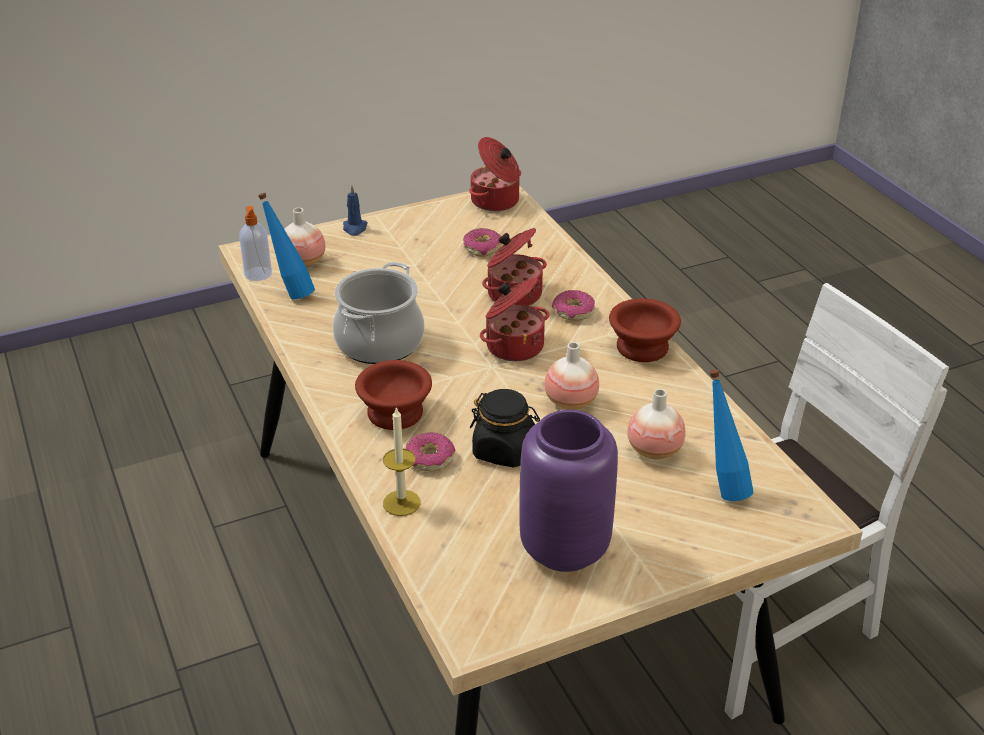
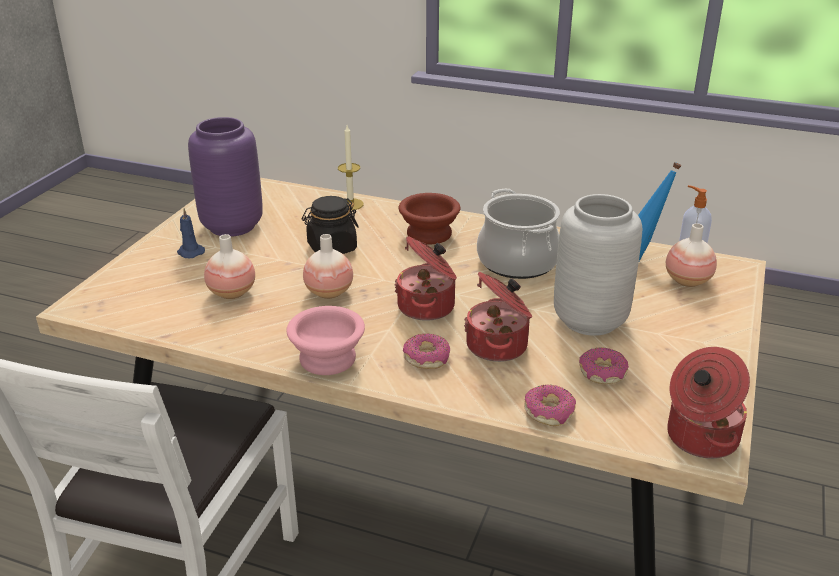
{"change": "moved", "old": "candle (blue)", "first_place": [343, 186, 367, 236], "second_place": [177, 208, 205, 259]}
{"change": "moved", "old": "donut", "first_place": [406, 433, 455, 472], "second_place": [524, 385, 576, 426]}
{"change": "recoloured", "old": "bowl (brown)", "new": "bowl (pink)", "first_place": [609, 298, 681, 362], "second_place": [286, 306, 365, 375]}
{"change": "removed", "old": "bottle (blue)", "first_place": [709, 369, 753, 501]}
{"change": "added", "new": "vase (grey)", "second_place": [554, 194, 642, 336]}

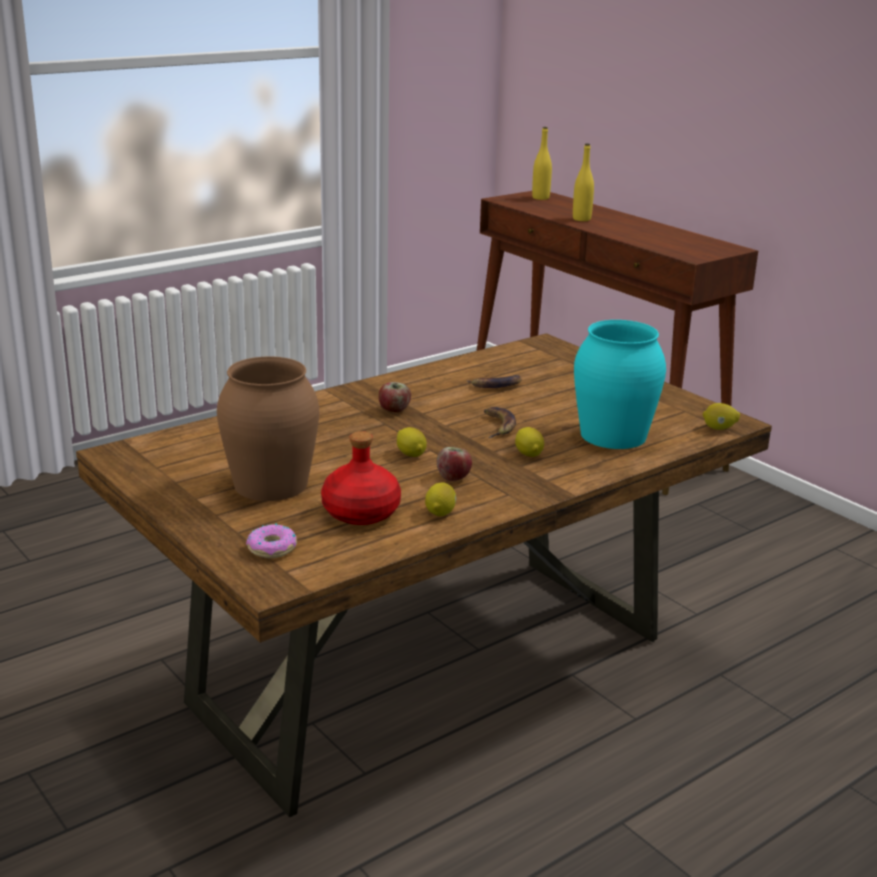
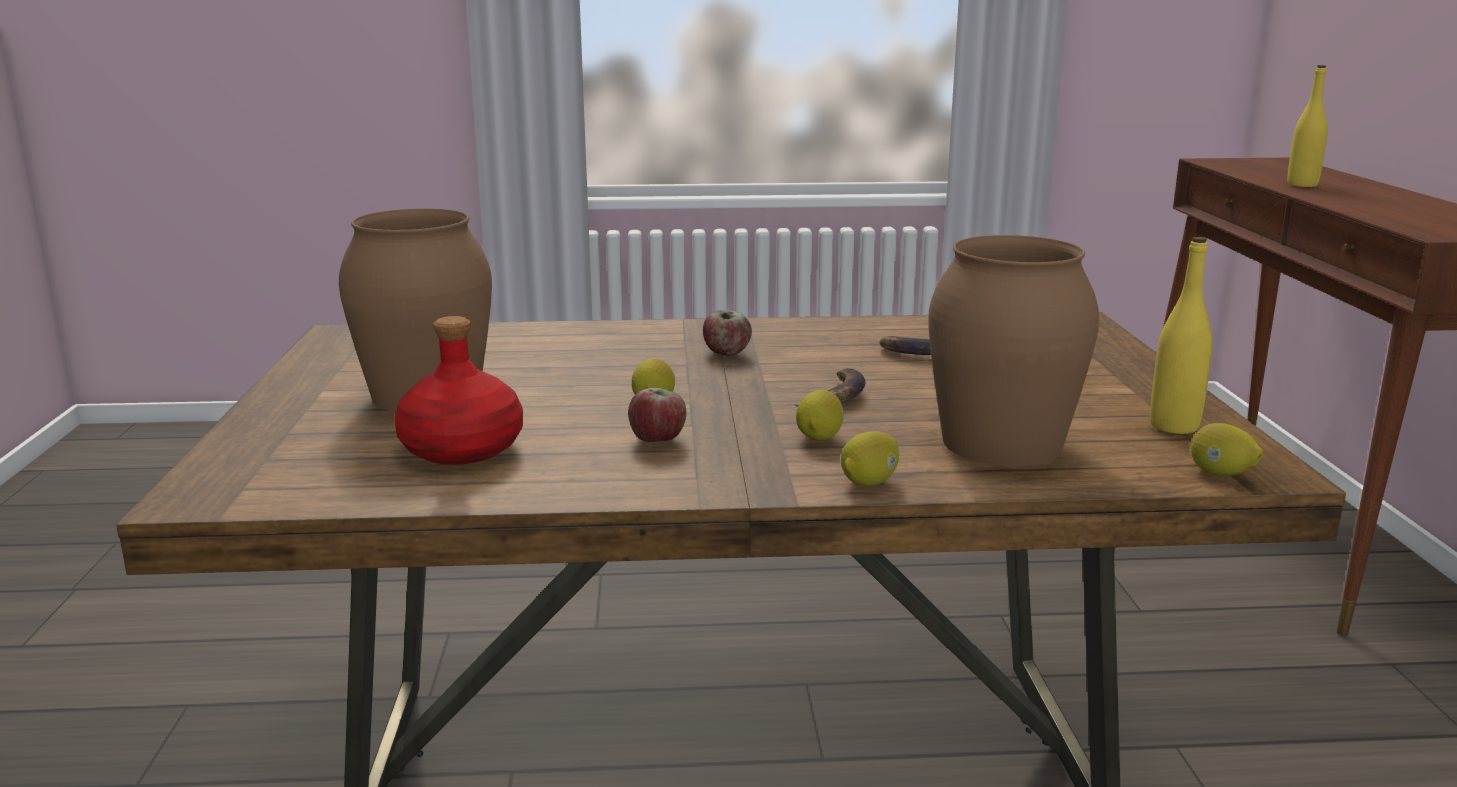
{"change": "removed", "old": "donut", "first_place": [246, 523, 297, 558]}
{"change": "moved", "old": "lemon", "first_place": [425, 483, 456, 516], "second_place": [841, 431, 899, 486]}
{"change": "moved", "old": "bottle (yellow)", "first_place": [532, 127, 552, 200], "second_place": [1150, 237, 1212, 434]}
{"change": "recoloured", "old": "vase (turquoise)", "new": "vase (brown)", "first_place": [574, 320, 666, 449], "second_place": [928, 235, 1099, 466]}

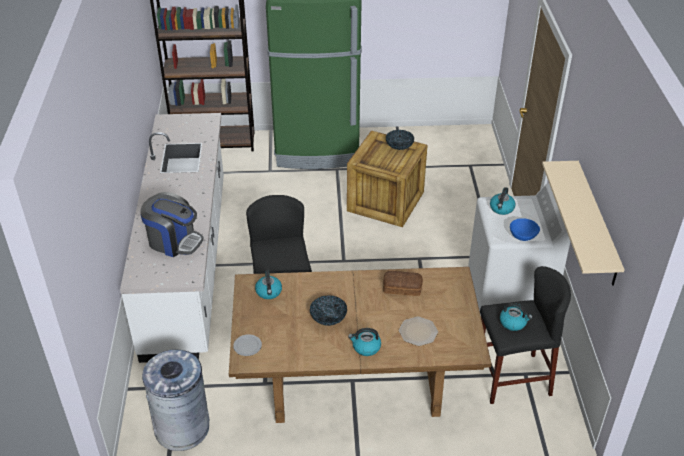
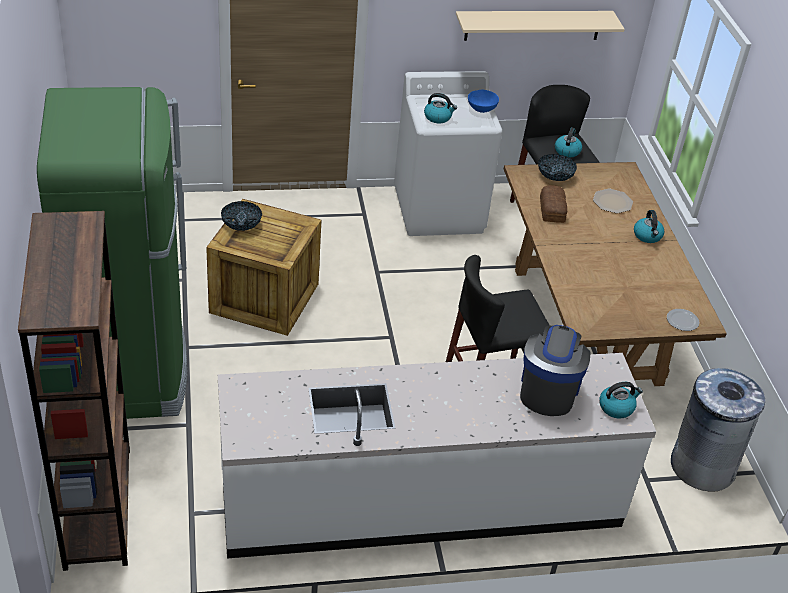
{"change": "moved", "old": "kettle", "first_place": [255, 270, 282, 299], "second_place": [599, 382, 643, 419]}
{"change": "moved", "old": "bowl", "first_place": [310, 295, 347, 326], "second_place": [538, 154, 577, 181]}

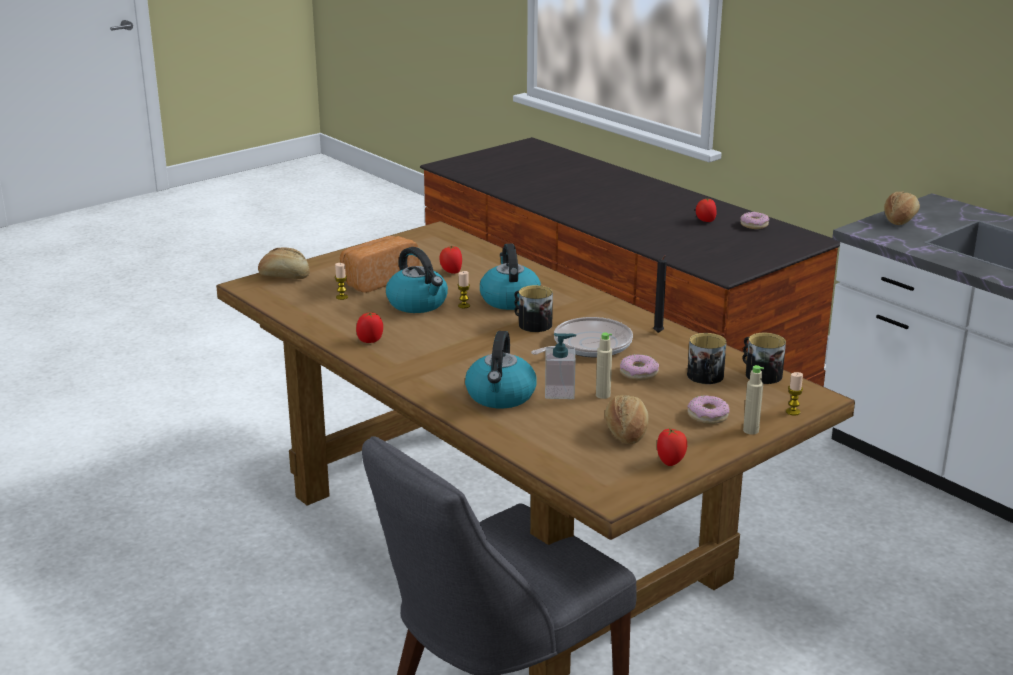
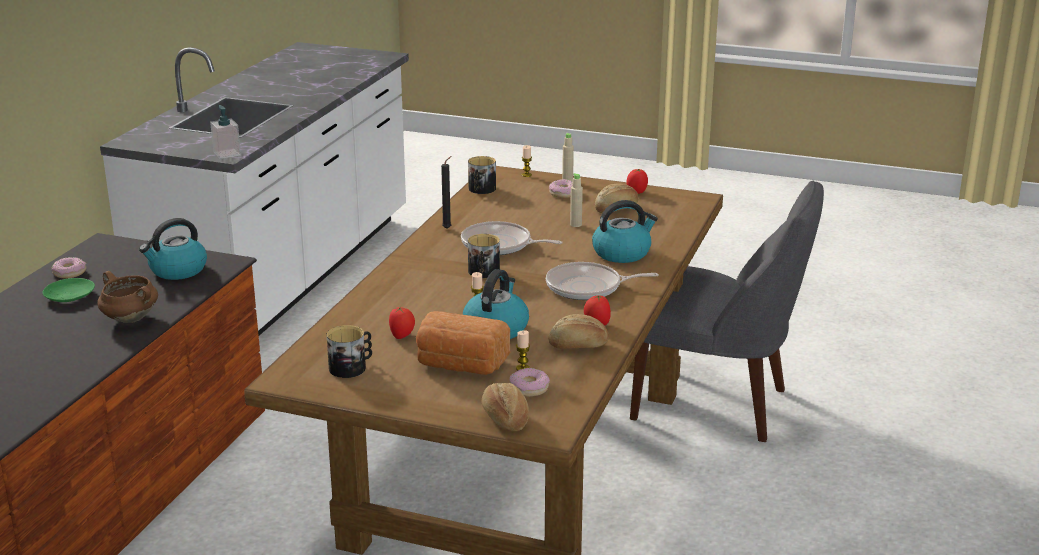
{"change": "moved", "old": "kettle", "first_place": [480, 244, 541, 310], "second_place": [139, 218, 207, 280]}
{"change": "moved", "old": "soap dispenser", "first_place": [545, 333, 576, 399], "second_place": [210, 105, 241, 159]}
{"change": "moved", "old": "donut", "first_place": [620, 354, 659, 380], "second_place": [509, 368, 550, 397]}
{"change": "moved", "old": "mug", "first_place": [687, 333, 727, 384], "second_place": [327, 325, 372, 378]}
{"change": "replaced", "old": "tomato", "new": "plate (green)", "first_place": [696, 198, 717, 222], "second_place": [42, 278, 95, 302]}
{"change": "moved", "old": "bread", "first_place": [884, 192, 920, 225], "second_place": [548, 314, 609, 349]}
{"change": "added", "new": "cooking pot (brown)", "second_place": [98, 271, 158, 323]}
{"change": "added", "new": "frying pan", "second_place": [546, 262, 659, 300]}

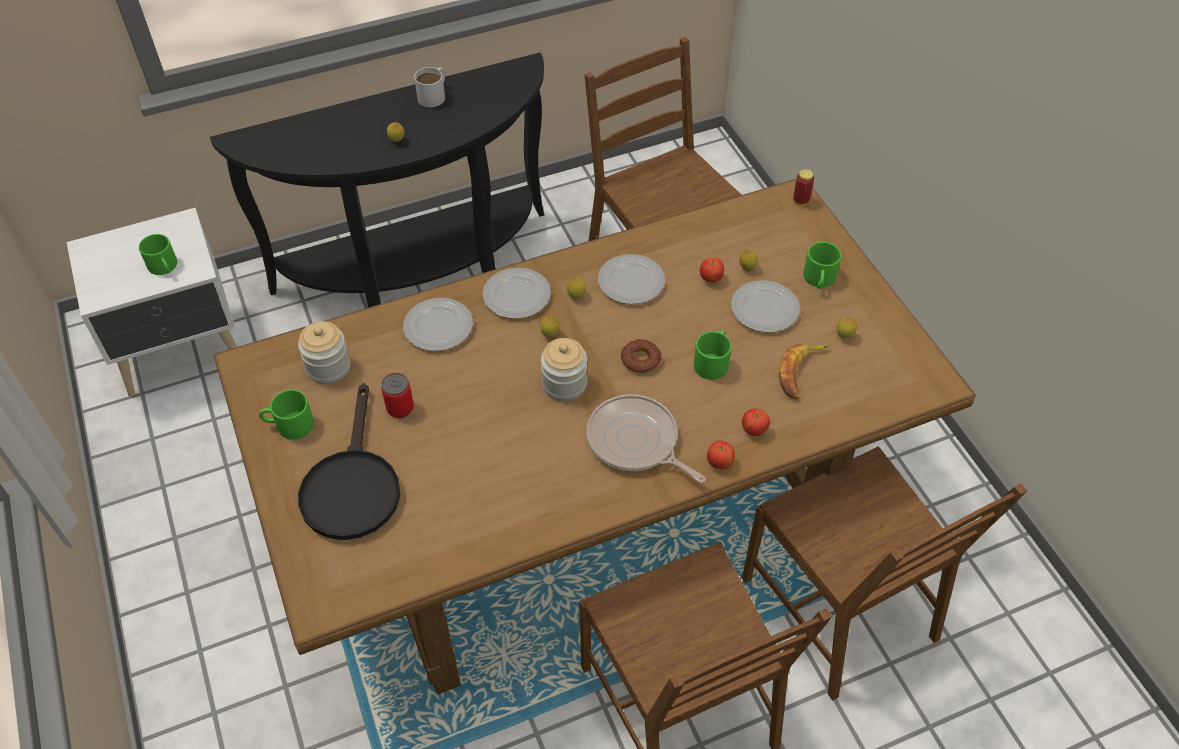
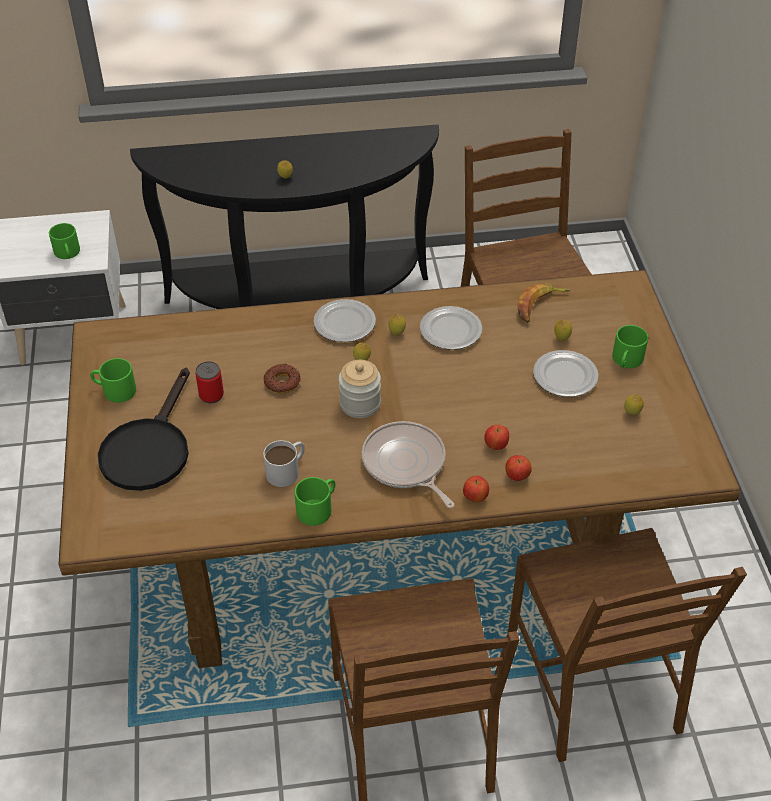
{"change": "removed", "old": "jar", "first_place": [298, 321, 350, 384]}
{"change": "removed", "old": "plate", "first_place": [403, 298, 473, 351]}
{"change": "moved", "old": "mug (white)", "first_place": [414, 67, 445, 107], "second_place": [263, 440, 305, 487]}
{"change": "moved", "old": "donut", "first_place": [621, 339, 662, 373], "second_place": [264, 364, 301, 393]}
{"change": "moved", "old": "mug (green)", "first_place": [694, 330, 732, 380], "second_place": [295, 477, 335, 526]}
{"change": "moved", "old": "apple", "first_place": [700, 258, 724, 283], "second_place": [484, 425, 509, 450]}
{"change": "moved", "old": "banana", "first_place": [779, 343, 828, 399], "second_place": [518, 283, 570, 323]}
{"change": "removed", "old": "can", "first_place": [793, 169, 814, 205]}

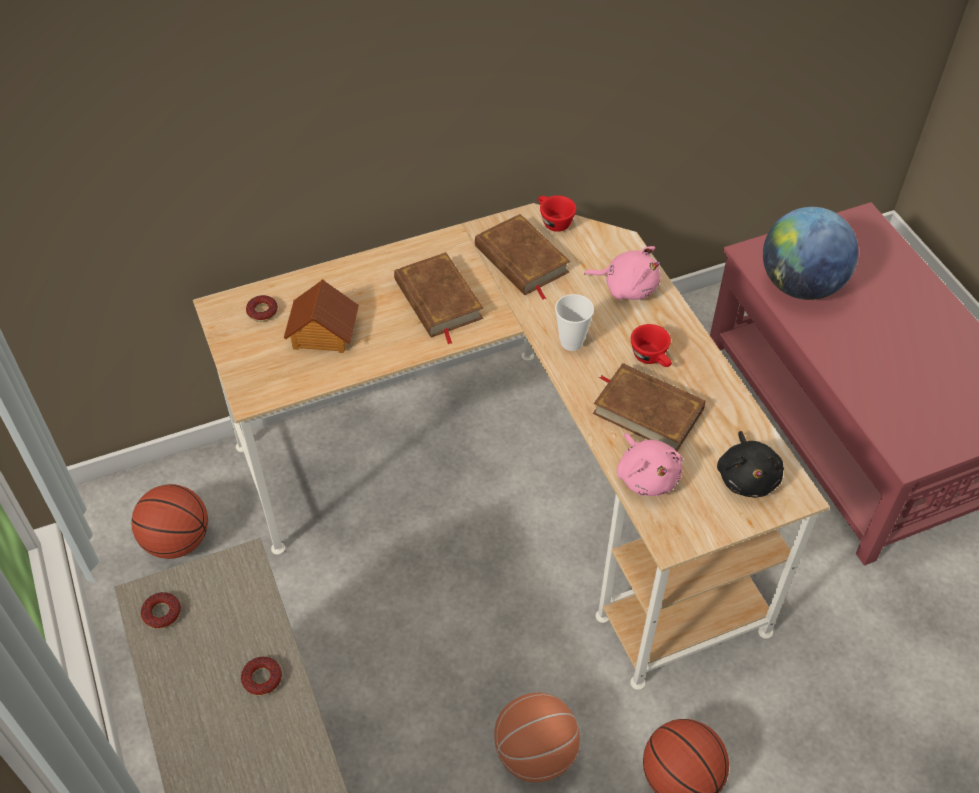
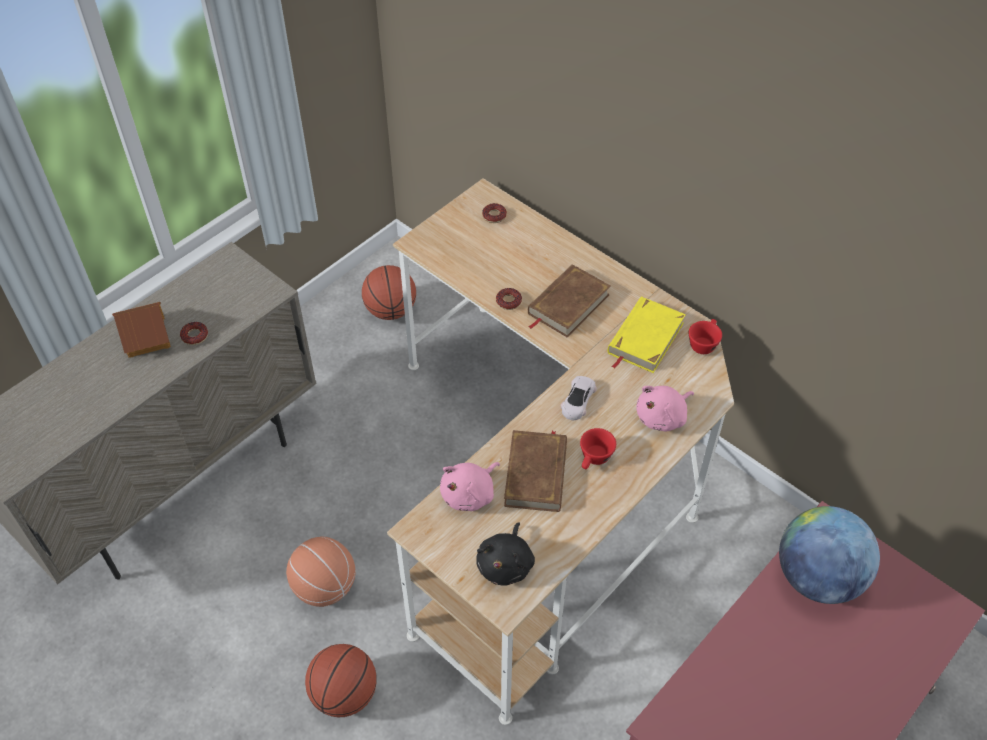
{"change": "moved", "old": "donut", "first_place": [141, 592, 181, 629], "second_place": [496, 288, 522, 310]}
{"change": "moved", "old": "toy house", "first_place": [284, 279, 359, 353], "second_place": [112, 302, 171, 358]}
{"change": "recoloured", "old": "book (brown)", "new": "book (yellow)", "first_place": [475, 214, 570, 300], "second_place": [608, 296, 686, 373]}
{"change": "replaced", "old": "cup", "new": "toy car (white)", "first_place": [555, 294, 594, 351], "second_place": [561, 376, 597, 420]}
{"change": "turned", "old": "plush toy (pink)", "first_place": [584, 246, 660, 300], "second_place": [636, 386, 694, 431], "degrees": 60}
{"change": "turned", "old": "plush toy (black)", "first_place": [717, 431, 784, 498], "second_place": [476, 522, 535, 586], "degrees": -45}

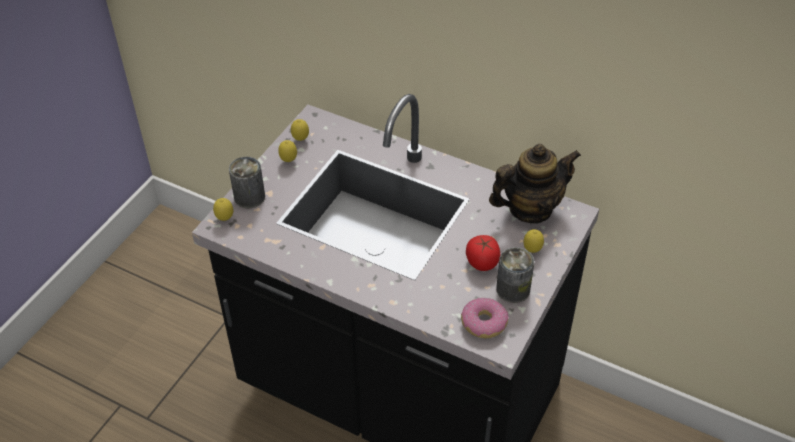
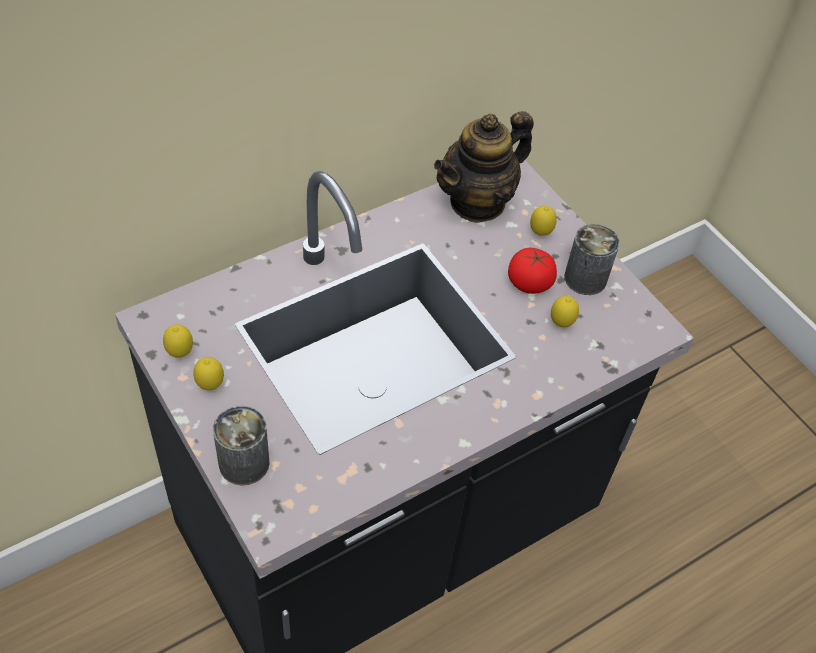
{"change": "moved", "old": "lemon", "first_place": [213, 198, 233, 221], "second_place": [551, 296, 579, 327]}
{"change": "removed", "old": "donut", "first_place": [461, 298, 508, 338]}
{"change": "turned", "old": "teapot", "first_place": [489, 144, 581, 224], "second_place": [434, 111, 534, 223], "degrees": -135}

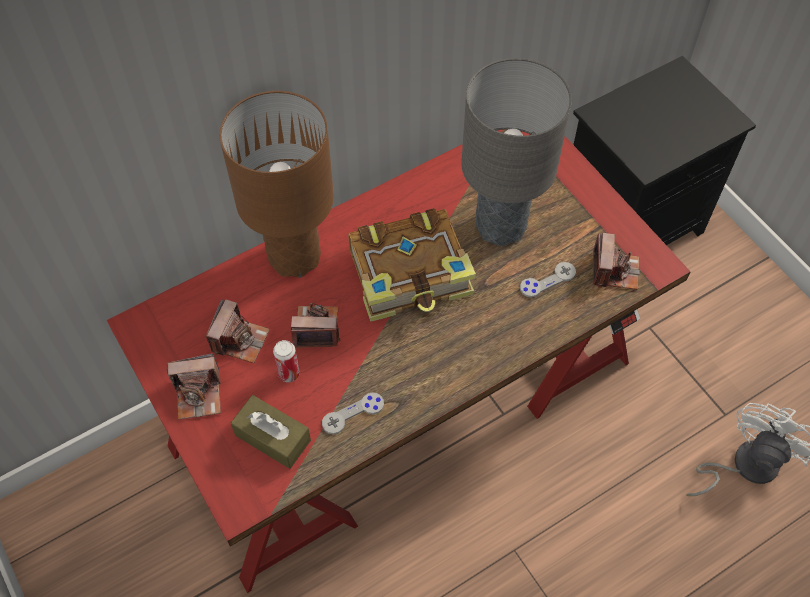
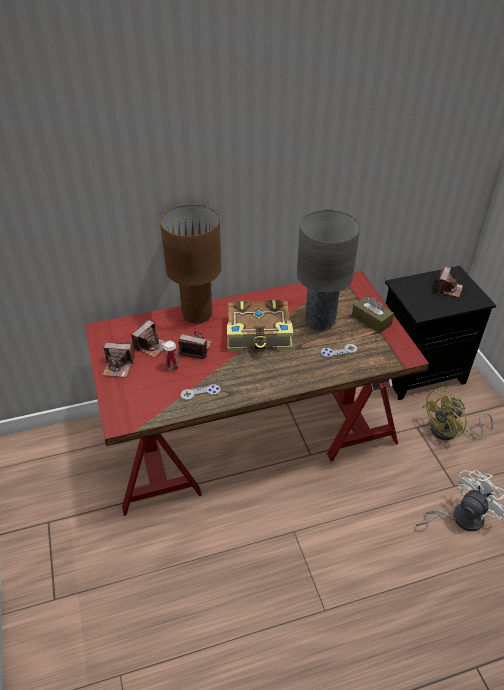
{"change": "moved", "old": "tissue box (brown)", "first_place": [231, 395, 311, 469], "second_place": [352, 296, 394, 333]}
{"change": "moved", "old": "photo camera", "first_place": [593, 233, 640, 290], "second_place": [436, 266, 463, 298]}
{"change": "added", "new": "fan (yellow)", "second_place": [422, 387, 493, 440]}

